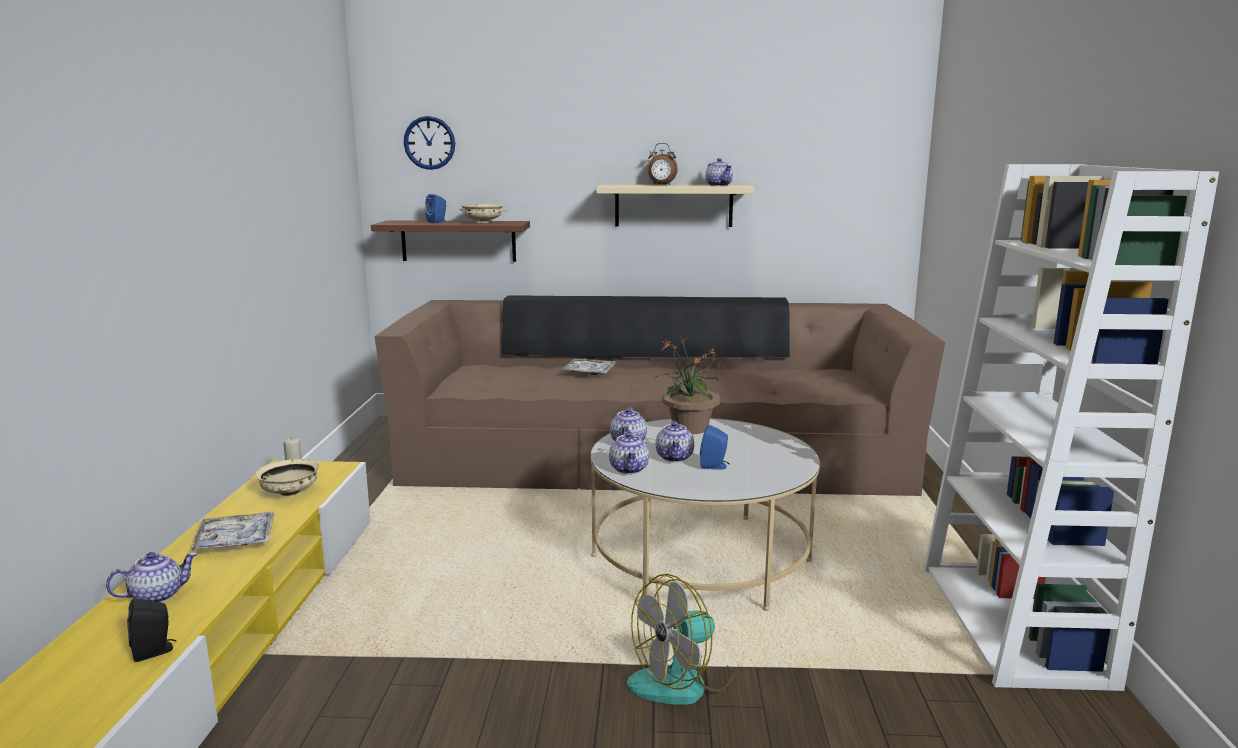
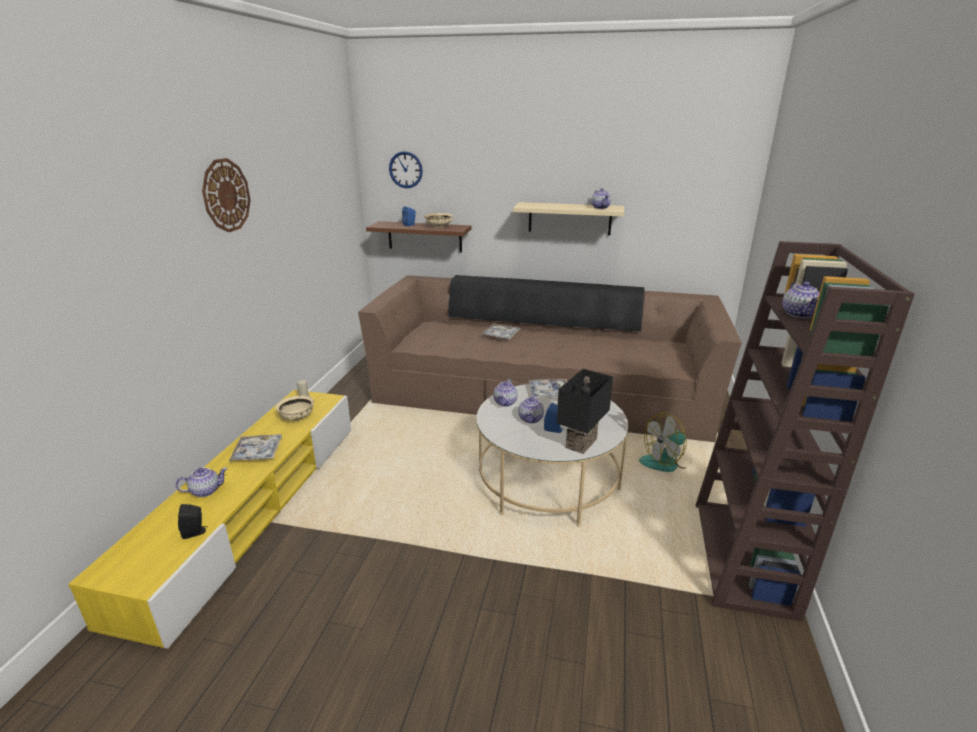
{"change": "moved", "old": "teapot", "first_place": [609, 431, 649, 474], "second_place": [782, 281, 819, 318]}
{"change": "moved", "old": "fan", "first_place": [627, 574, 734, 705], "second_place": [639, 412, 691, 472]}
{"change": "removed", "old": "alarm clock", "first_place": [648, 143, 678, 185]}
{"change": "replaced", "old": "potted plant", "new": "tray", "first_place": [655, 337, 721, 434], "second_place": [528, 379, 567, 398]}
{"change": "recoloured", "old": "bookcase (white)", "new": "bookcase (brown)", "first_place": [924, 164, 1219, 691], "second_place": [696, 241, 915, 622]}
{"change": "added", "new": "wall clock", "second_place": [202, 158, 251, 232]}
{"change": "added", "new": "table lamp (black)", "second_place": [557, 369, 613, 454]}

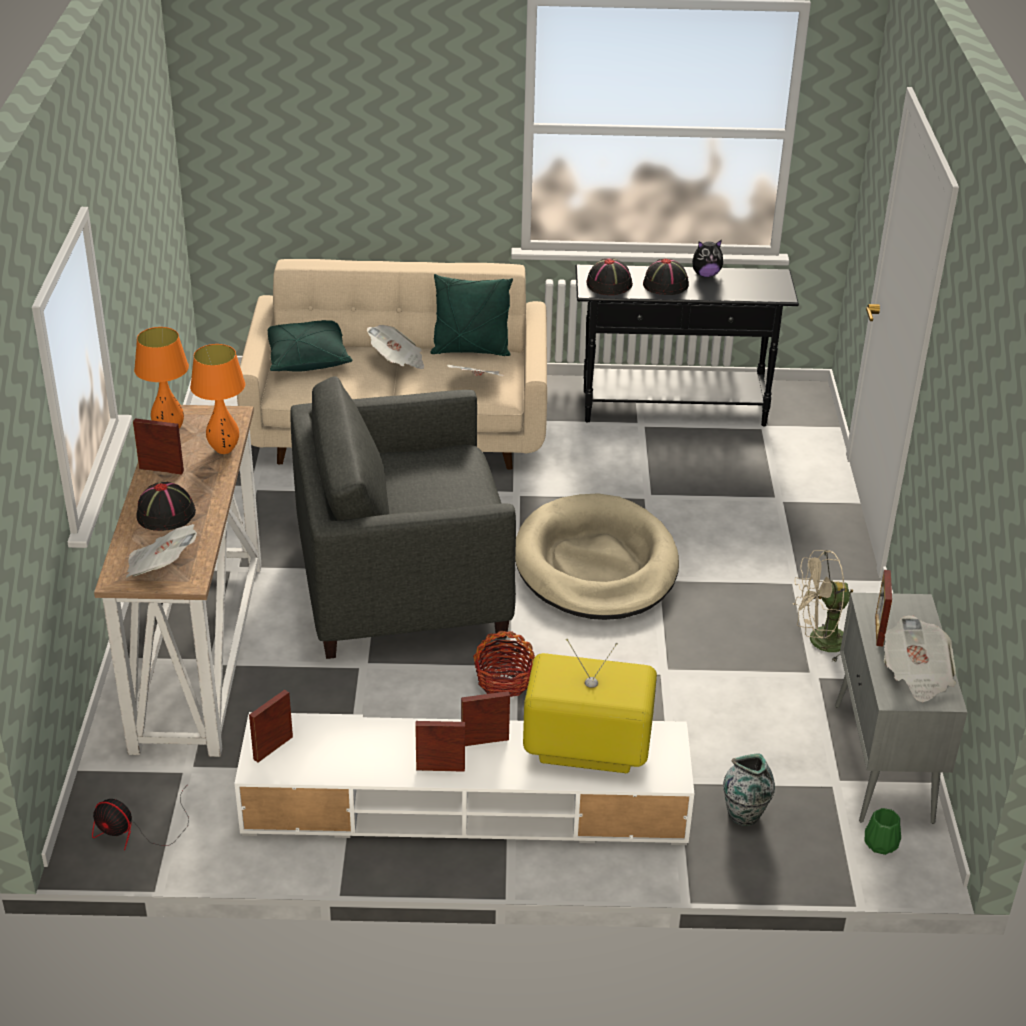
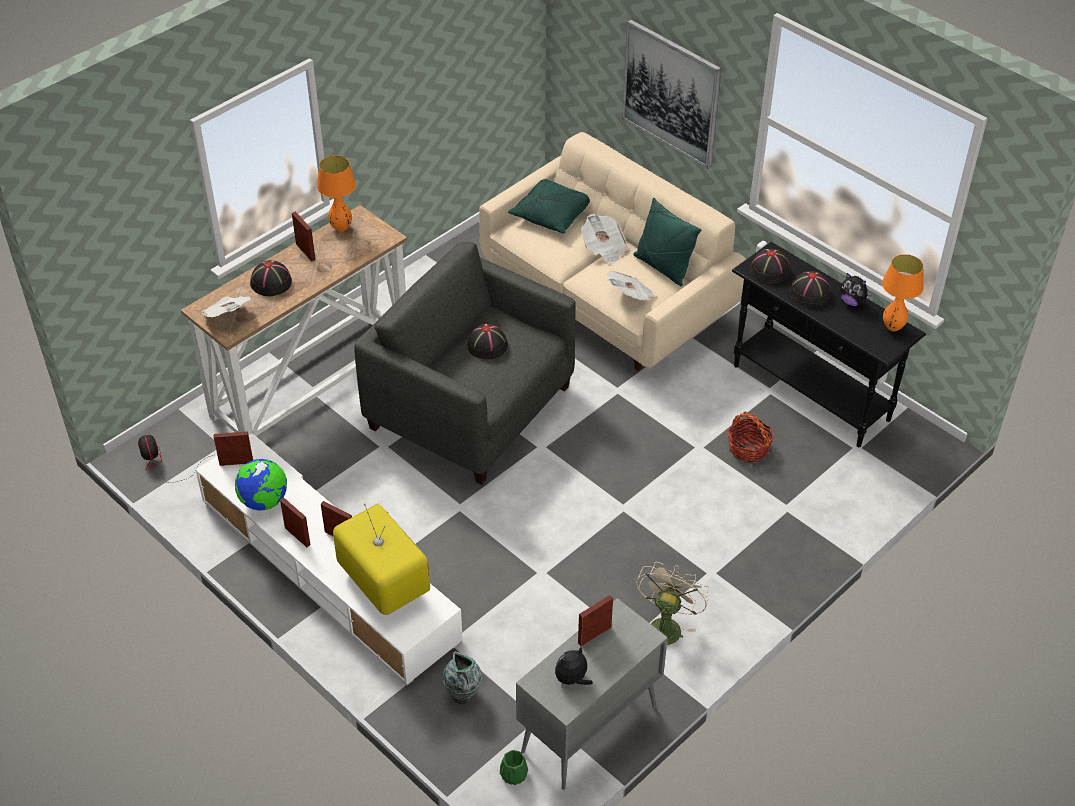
{"change": "moved", "old": "table lamp (orange)", "first_place": [190, 344, 245, 454], "second_place": [882, 254, 924, 331]}
{"change": "moved", "old": "basket", "first_place": [473, 631, 535, 697], "second_place": [728, 412, 774, 462]}
{"change": "removed", "old": "dog bed (beige)", "first_place": [515, 493, 679, 620]}
{"change": "turned", "old": "fan (beige)", "first_place": [793, 550, 853, 663], "second_place": [636, 562, 709, 645], "degrees": 75}
{"change": "replaced", "old": "newspaper", "new": "plush toy", "first_place": [884, 615, 956, 702], "second_place": [555, 647, 593, 687]}
{"change": "added", "new": "globe", "second_place": [235, 459, 287, 511]}
{"change": "added", "new": "hat (black)", "second_place": [468, 324, 508, 359]}
{"change": "added", "new": "picture", "second_place": [622, 20, 722, 169]}

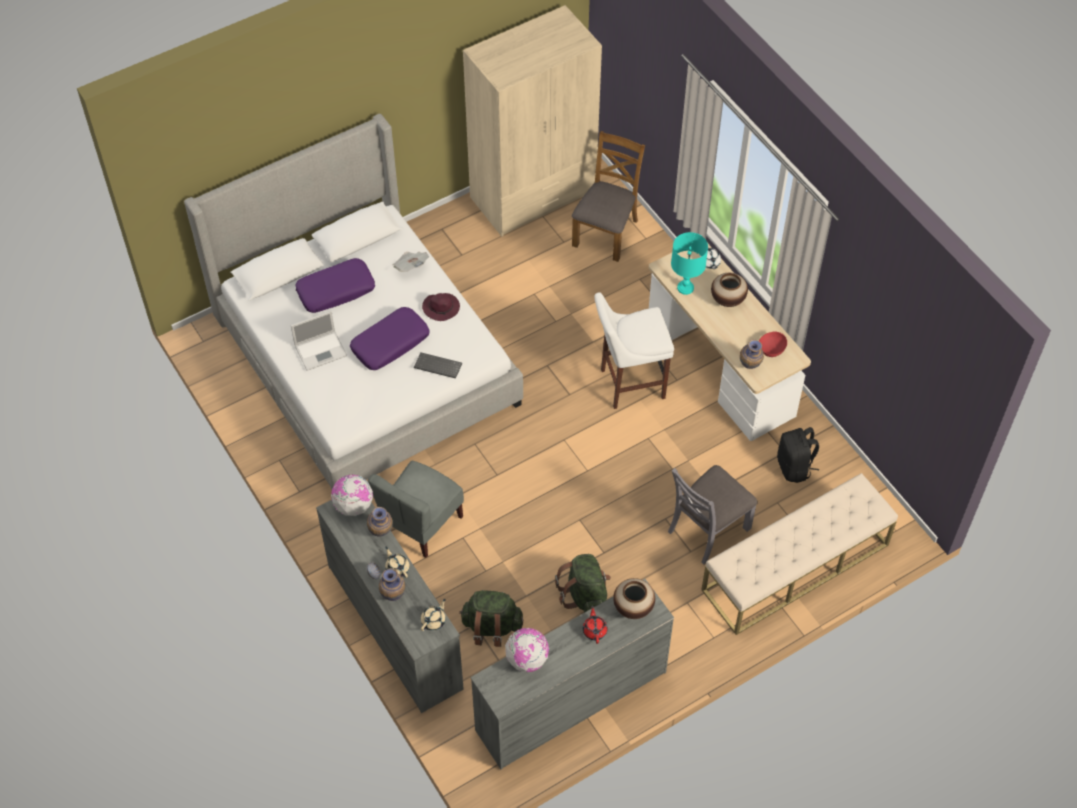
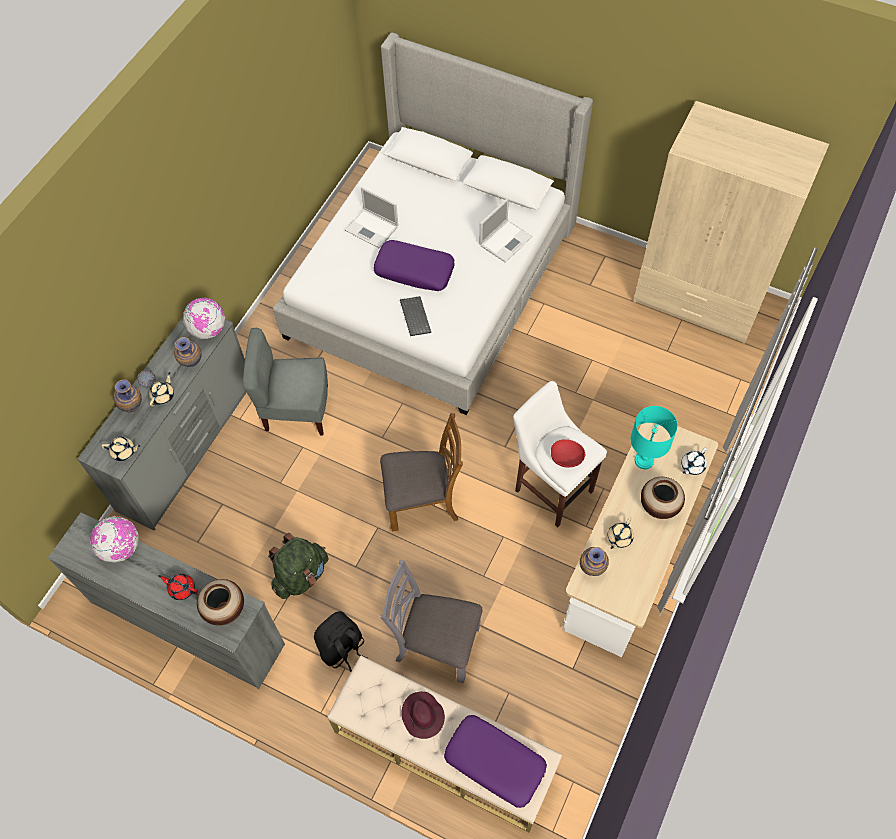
{"change": "moved", "old": "pillow (purple)", "first_place": [295, 258, 375, 313], "second_place": [444, 715, 547, 808]}
{"change": "replaced", "old": "newspaper", "new": "laptop", "first_place": [393, 252, 430, 272], "second_place": [479, 198, 533, 263]}
{"change": "moved", "old": "hat (purple)", "first_place": [422, 293, 460, 321], "second_place": [401, 691, 445, 739]}
{"change": "removed", "old": "backpack (green)", "first_place": [459, 590, 523, 647]}
{"change": "moved", "old": "chair (brown)", "first_place": [572, 131, 645, 262], "second_place": [380, 413, 463, 531]}
{"change": "turned", "old": "teapot (red)", "first_place": [583, 605, 608, 644], "second_place": [158, 574, 198, 600], "degrees": -120}
{"change": "moved", "old": "bowl (red)", "first_place": [759, 331, 787, 357], "second_place": [551, 439, 586, 467]}
{"change": "moved", "old": "backpack (black)", "first_place": [777, 427, 819, 483], "second_place": [314, 611, 368, 672]}
{"change": "added", "new": "teapot (beige)", "second_place": [608, 518, 634, 549]}

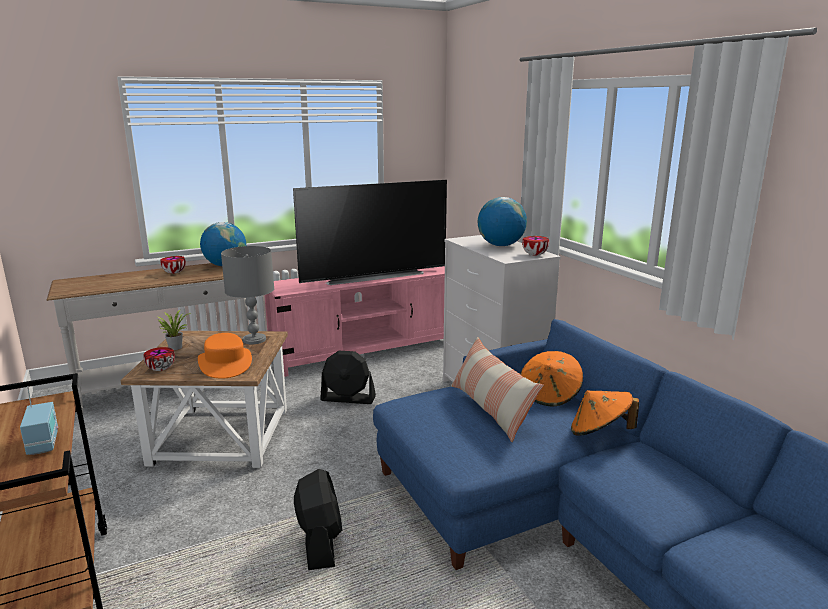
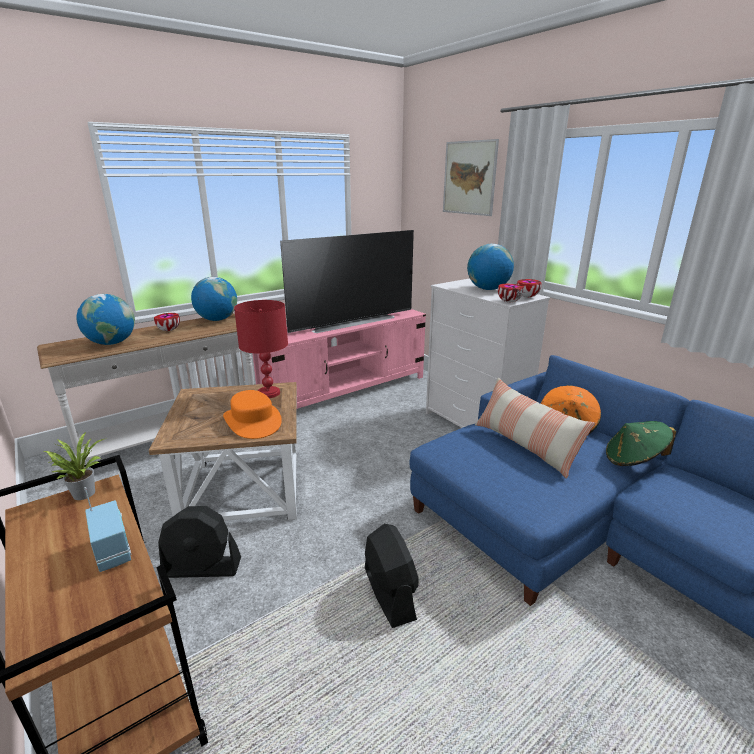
{"change": "moved", "old": "bowl", "first_place": [144, 347, 175, 371], "second_place": [498, 284, 524, 302]}
{"change": "moved", "old": "potted plant", "first_place": [156, 309, 191, 350], "second_place": [44, 432, 107, 500]}
{"change": "recoloured", "old": "table lamp (grey)", "new": "table lamp (red)", "first_place": [221, 246, 274, 344], "second_place": [234, 300, 288, 398]}
{"change": "moved", "old": "fan (black)", "first_place": [320, 351, 376, 404], "second_place": [158, 506, 241, 578]}
{"change": "recoloured", "old": "hat (orange)", "new": "hat (green)", "first_place": [571, 390, 639, 436], "second_place": [606, 421, 676, 466]}
{"change": "added", "new": "globe", "second_place": [76, 294, 135, 345]}
{"change": "added", "new": "picture", "second_place": [443, 139, 499, 216]}

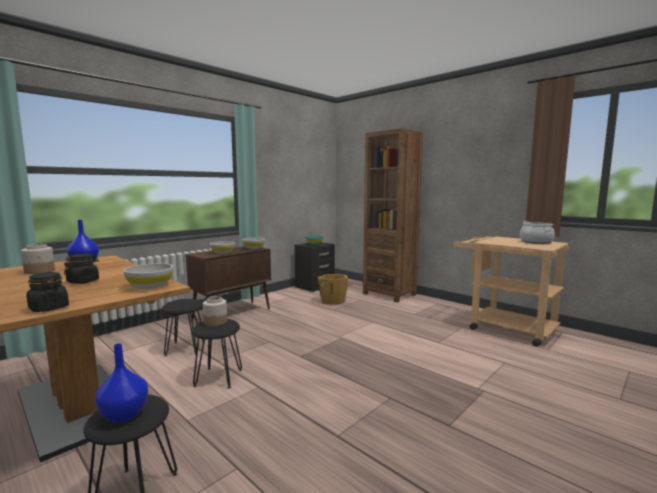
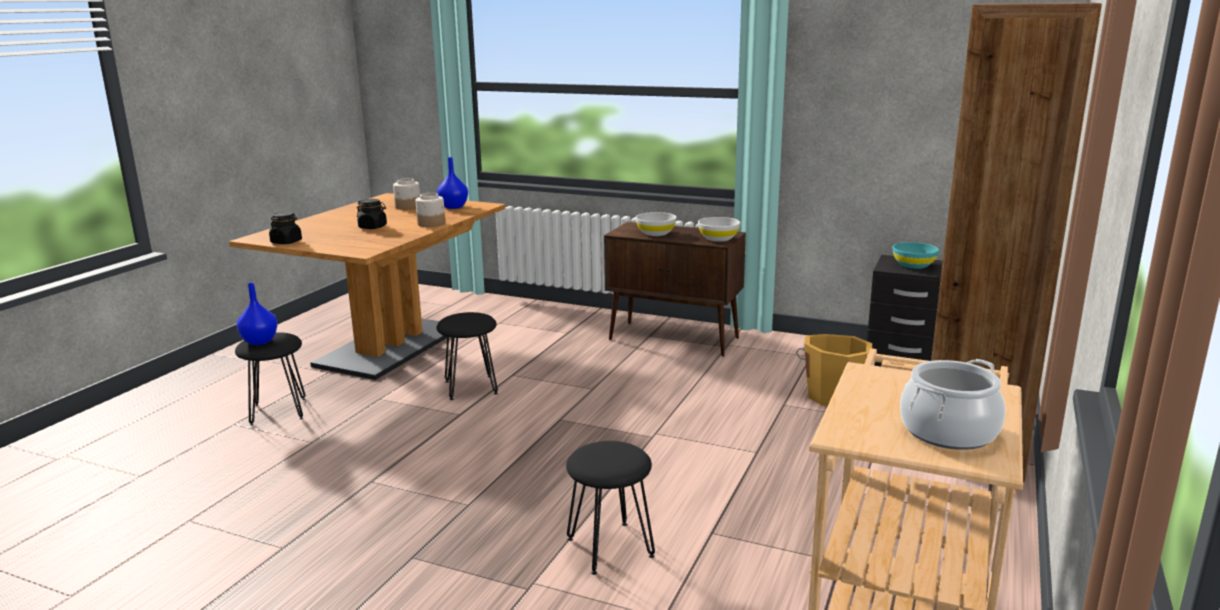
{"change": "removed", "old": "bowl (white)", "first_place": [123, 263, 173, 289]}
{"change": "moved", "old": "stool (black)", "first_place": [162, 299, 205, 356], "second_place": [566, 441, 655, 575]}
{"change": "moved", "old": "jar", "first_place": [203, 296, 227, 326], "second_place": [415, 193, 445, 227]}

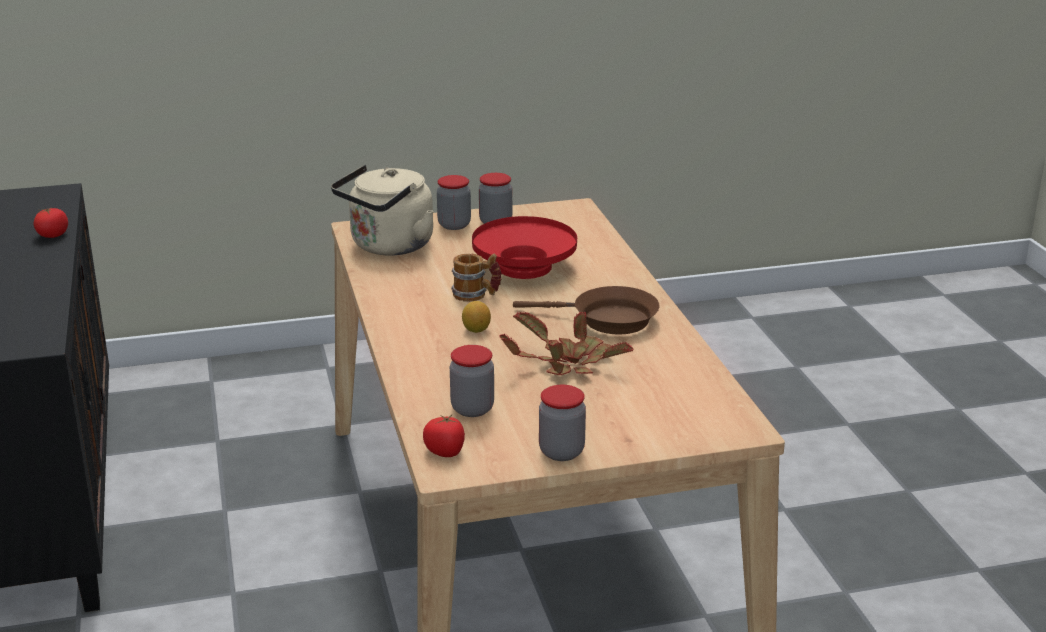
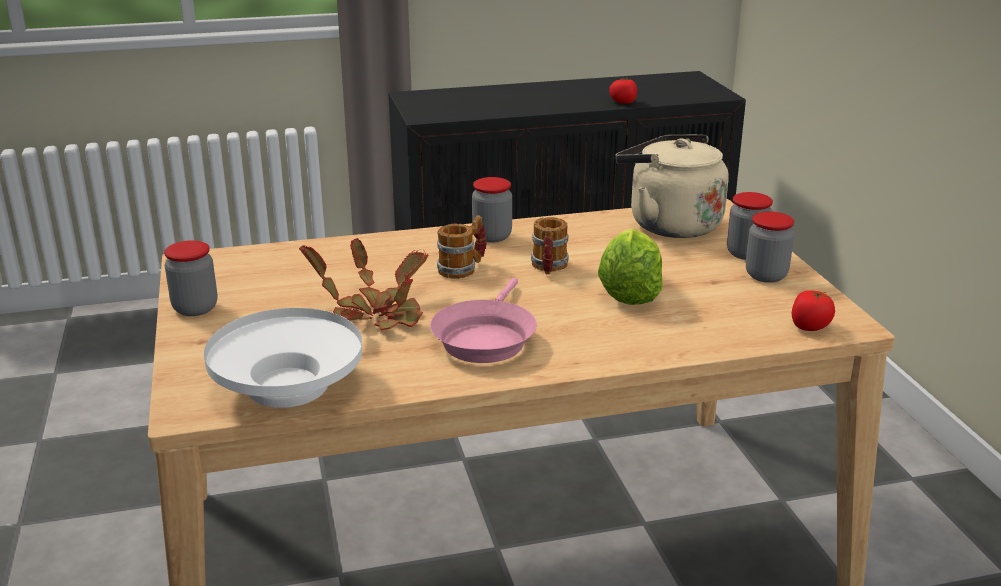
{"change": "moved", "old": "tomato", "first_place": [423, 414, 465, 457], "second_place": [792, 290, 835, 331]}
{"change": "moved", "old": "jar", "first_place": [450, 345, 494, 417], "second_place": [472, 177, 512, 243]}
{"change": "replaced", "old": "lemon", "new": "mug", "first_place": [462, 301, 491, 333], "second_place": [437, 215, 487, 279]}
{"change": "replaced", "old": "bowl (red)", "new": "lettuce", "first_place": [472, 216, 577, 279], "second_place": [598, 228, 663, 305]}
{"change": "recoloured", "old": "frying pan (brown)", "new": "frying pan (pink)", "first_place": [513, 286, 659, 334], "second_place": [430, 278, 537, 363]}
{"change": "added", "new": "bowl (white)", "second_place": [204, 308, 362, 408]}

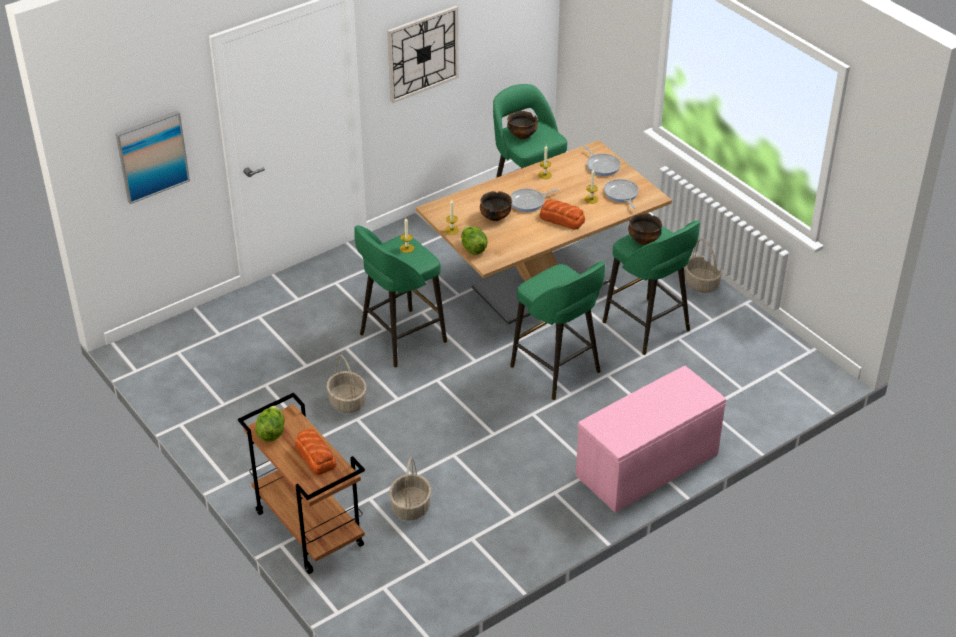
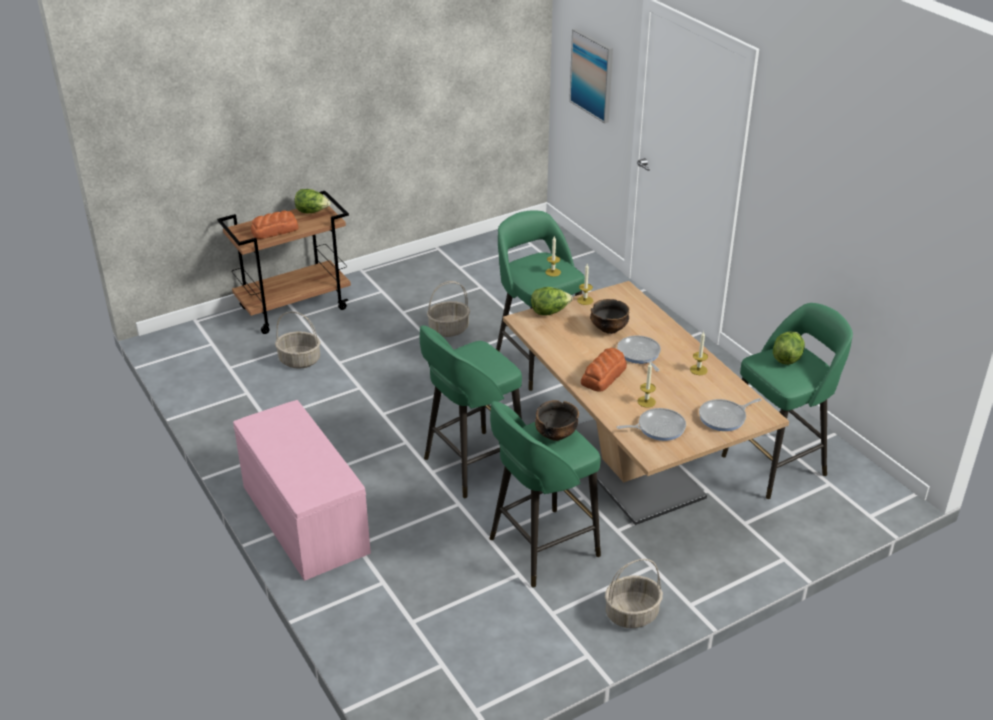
{"change": "removed", "old": "wall clock", "first_place": [387, 6, 459, 103]}
{"change": "replaced", "old": "bowl", "new": "lettuce", "first_place": [507, 111, 538, 139], "second_place": [773, 331, 805, 365]}

